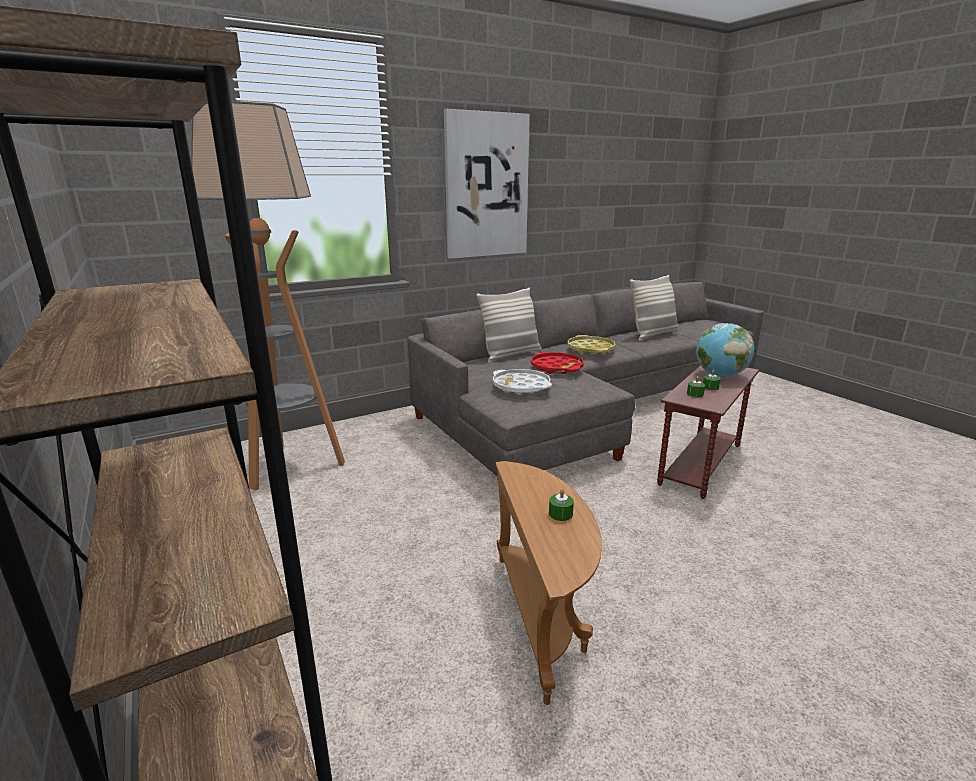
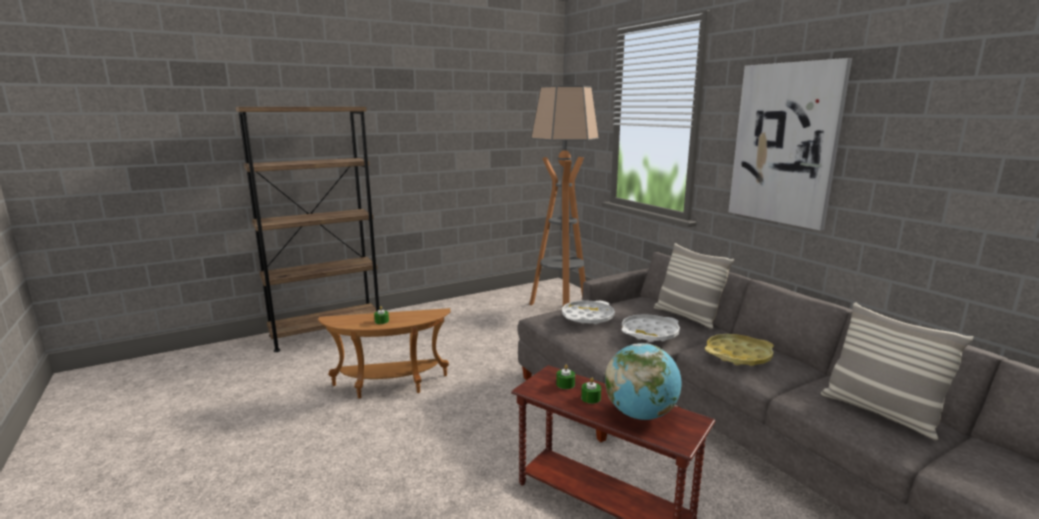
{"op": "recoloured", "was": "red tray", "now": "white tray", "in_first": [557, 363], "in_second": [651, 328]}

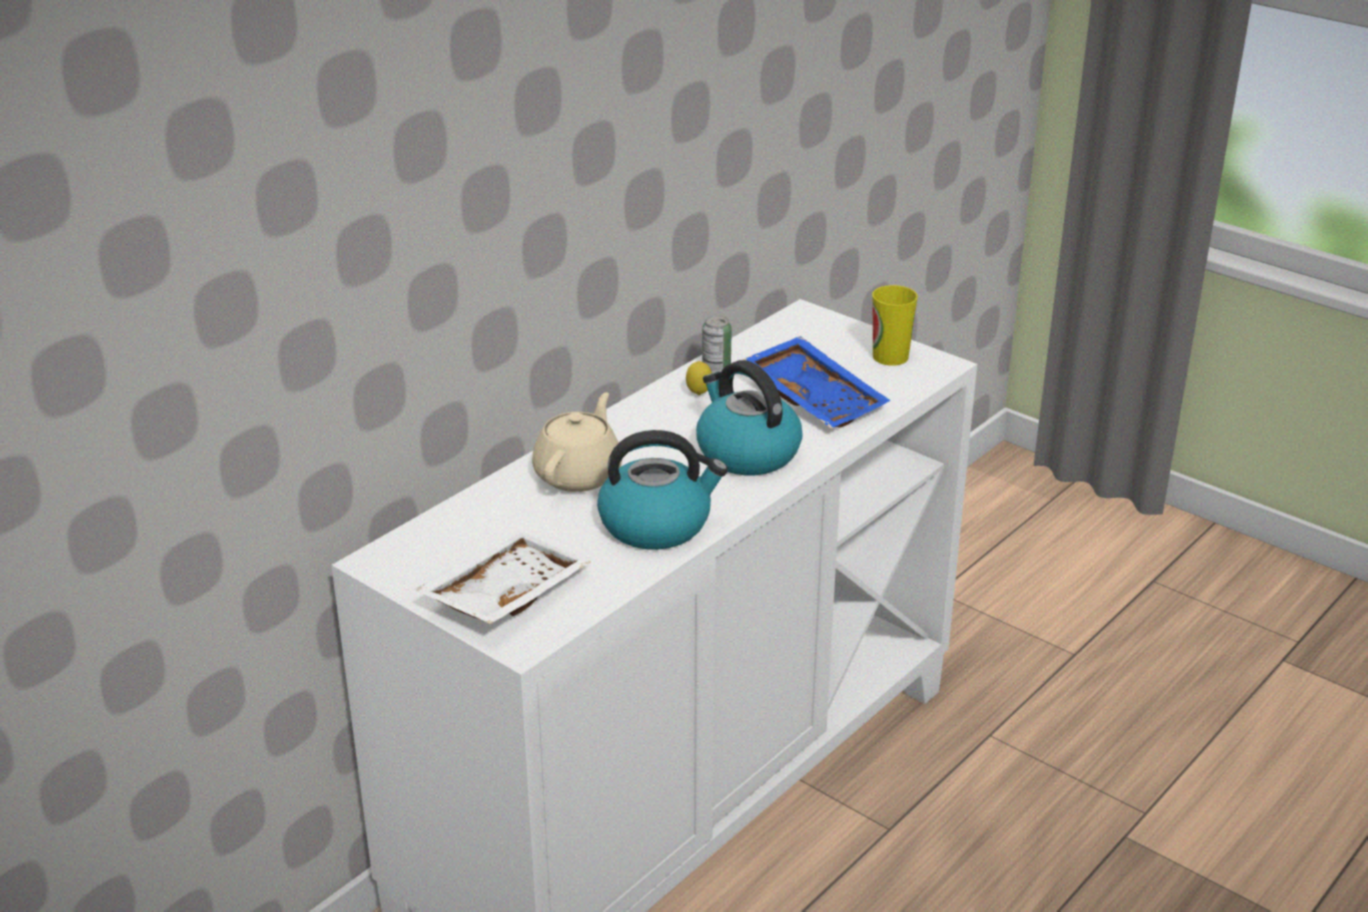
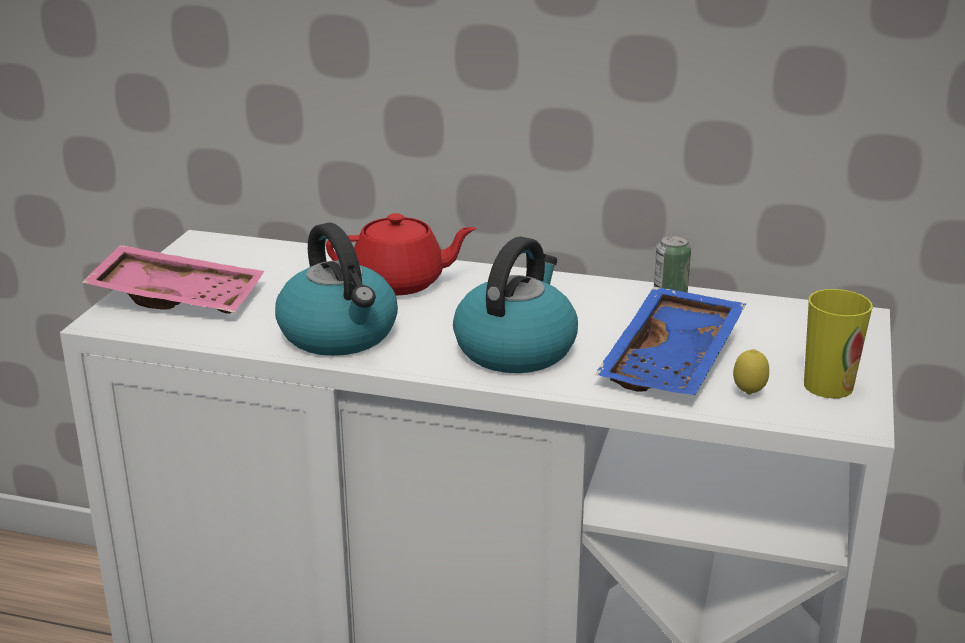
{"op": "recoloured", "was": "white tray", "now": "pink tray", "in_first": [503, 577], "in_second": [173, 279]}
{"op": "recoloured", "was": "beige teapot", "now": "red teapot", "in_first": [577, 442], "in_second": [401, 254]}
{"op": "moved", "was": "lemon", "in_first": [699, 378], "in_second": [751, 372]}

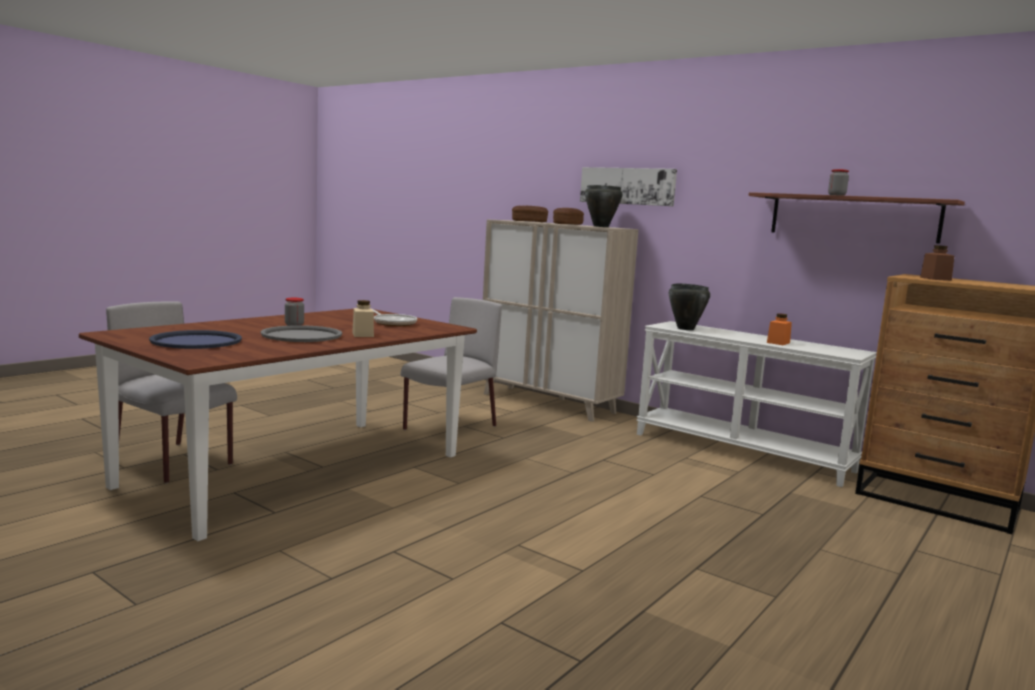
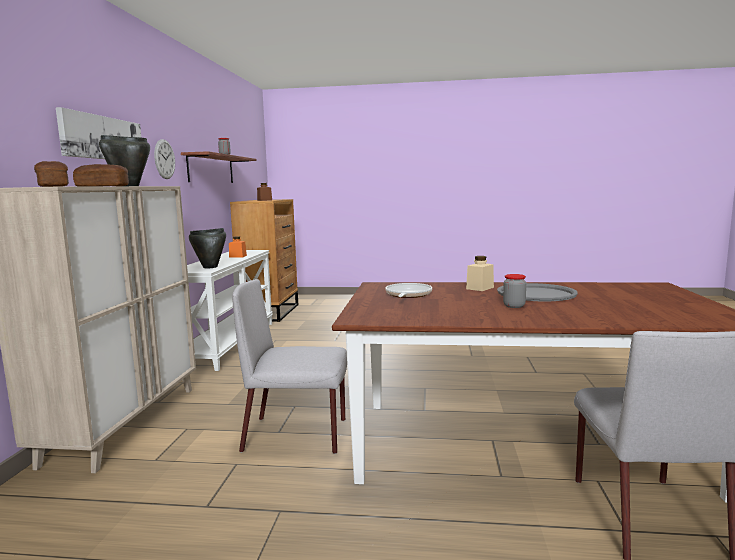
{"op": "added", "now": "wall clock", "in_second": [164, 159]}
{"op": "removed", "was": "blue tray", "in_first": [195, 339]}

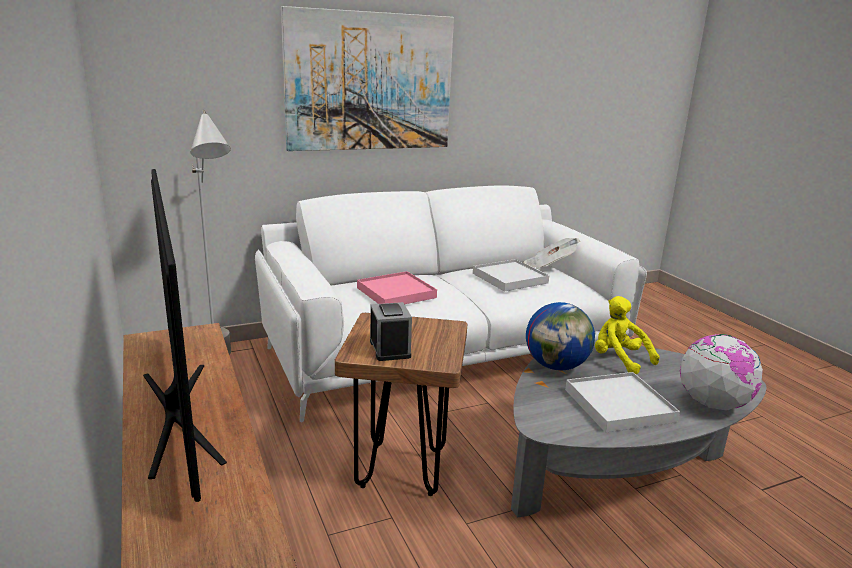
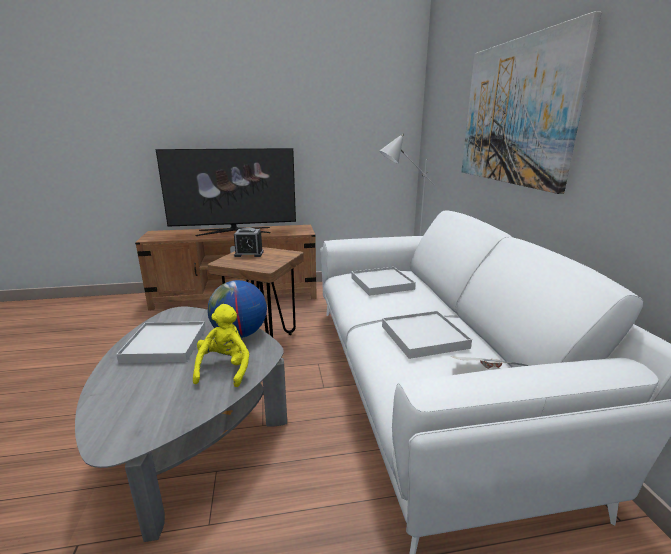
{"op": "turned", "was": "yellow plush toy", "in_first": [627, 335], "in_second": [221, 345], "clockwise": -60}
{"op": "recoloured", "was": "pink tray", "now": "white tray", "in_first": [397, 287], "in_second": [383, 281]}
{"op": "removed", "was": "globe", "in_first": [721, 372]}

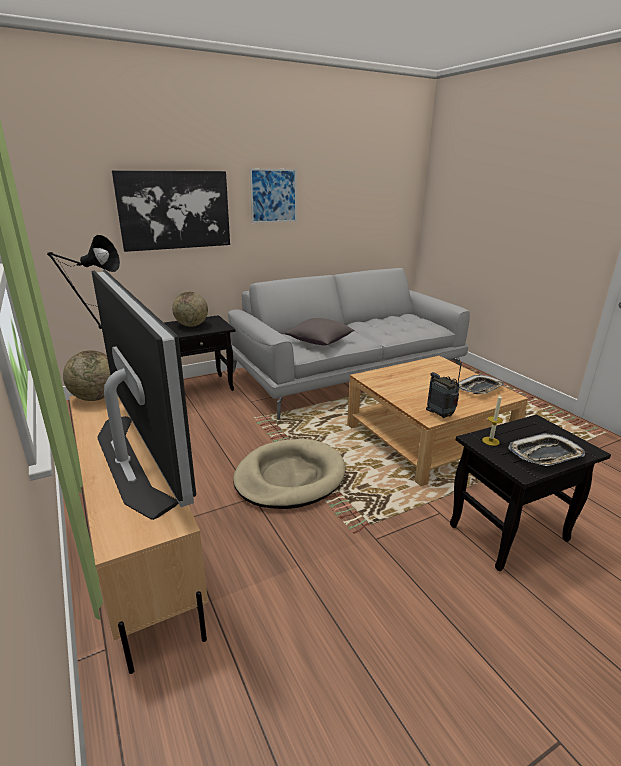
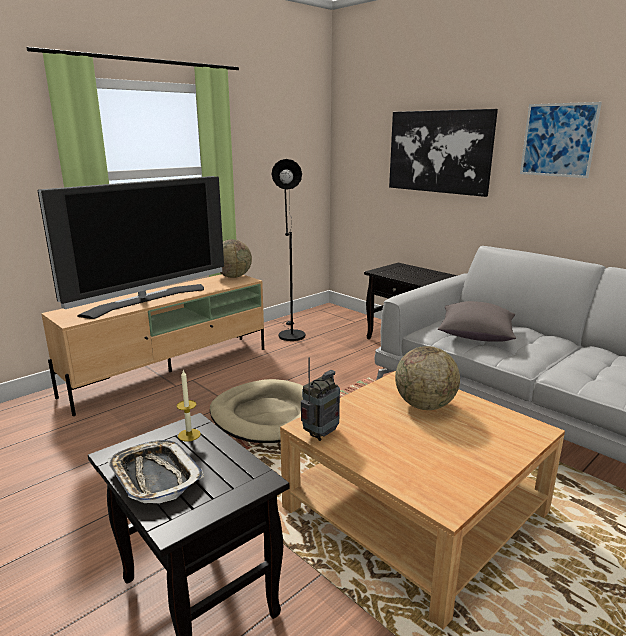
{"op": "moved", "was": "globe", "in_first": [190, 309], "in_second": [427, 378]}
{"op": "removed", "was": "tray", "in_first": [481, 384]}

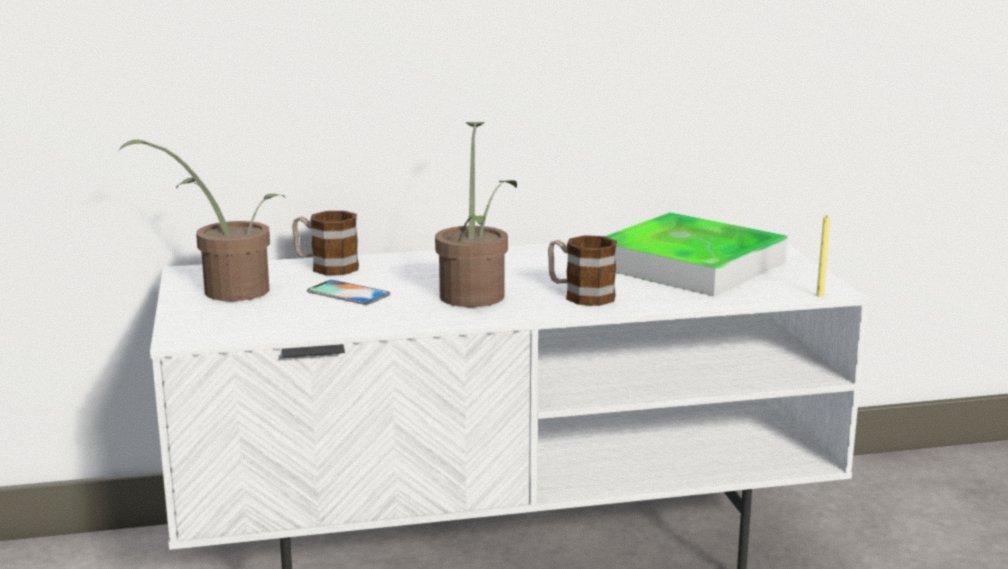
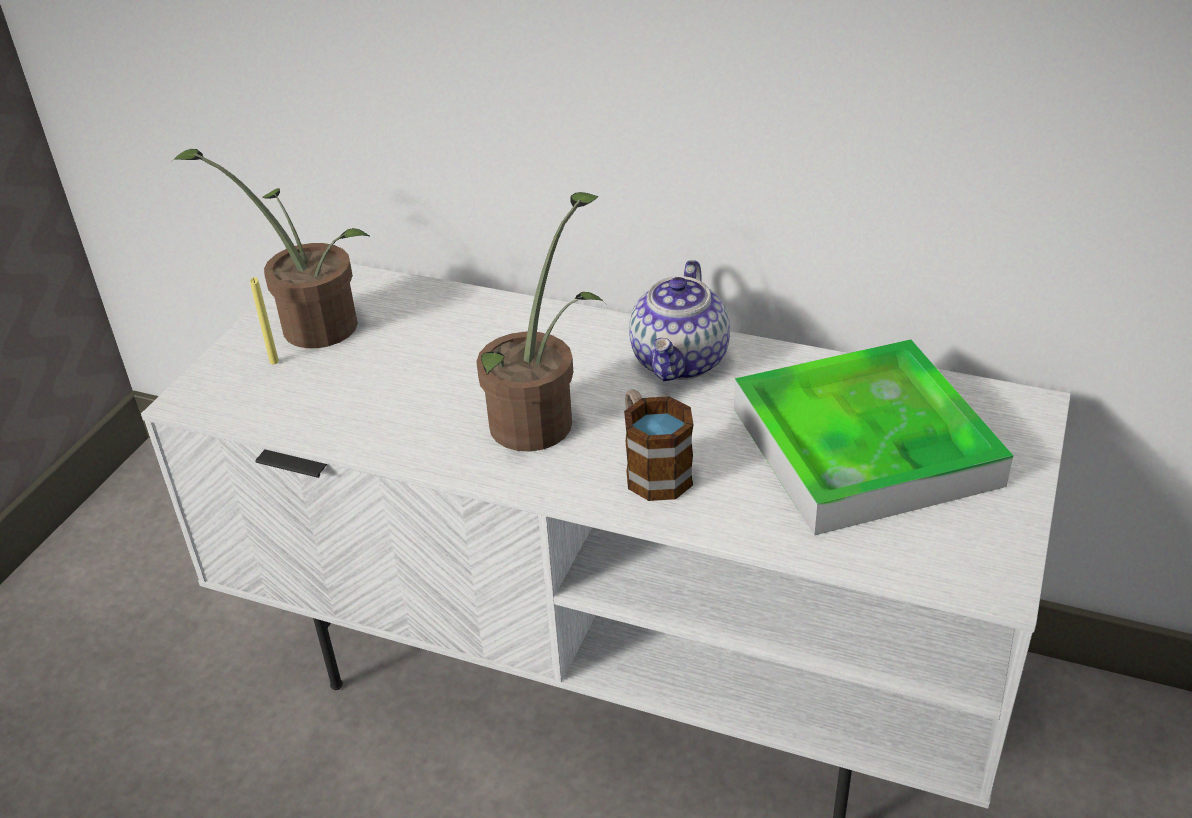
{"op": "moved", "was": "yellow candle", "in_first": [823, 256], "in_second": [264, 320]}
{"op": "added", "now": "teapot", "in_second": [679, 320]}
{"op": "removed", "was": "mug", "in_first": [325, 243]}
{"op": "removed", "was": "phone", "in_first": [348, 292]}

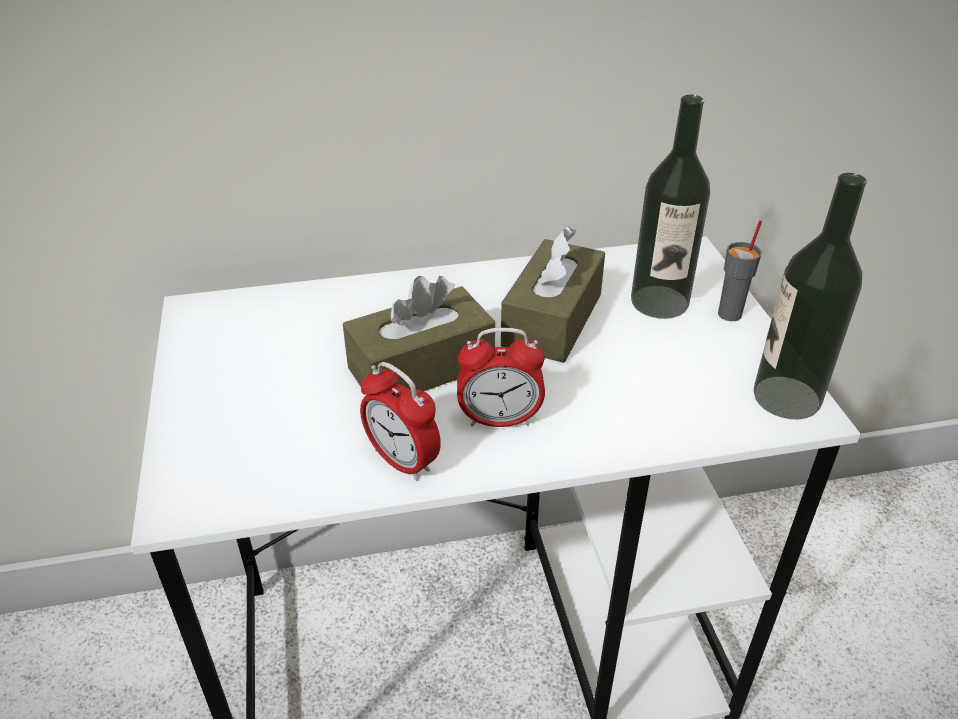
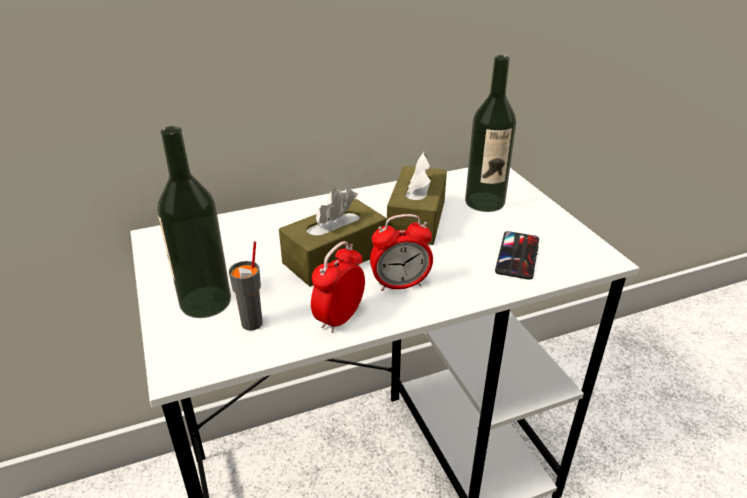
{"op": "moved", "was": "bottle", "in_first": [810, 296], "in_second": [194, 222]}
{"op": "moved", "was": "grey cup", "in_first": [740, 270], "in_second": [246, 286]}
{"op": "turned", "was": "alarm clock", "in_first": [400, 421], "in_second": [338, 287], "clockwise": 90}
{"op": "added", "now": "phone", "in_second": [517, 255]}

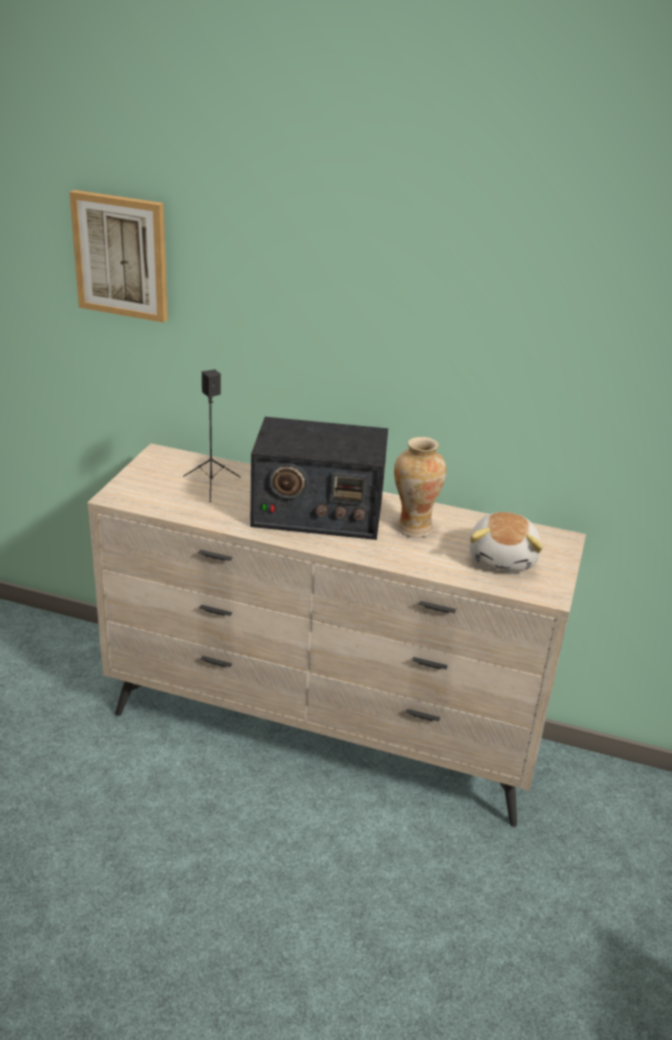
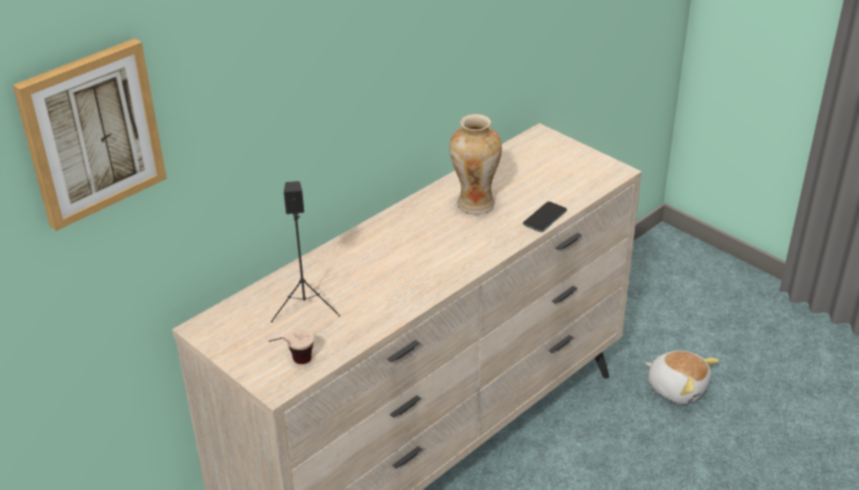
{"op": "added", "now": "cup", "in_second": [291, 347]}
{"op": "added", "now": "phone", "in_second": [545, 217]}
{"op": "moved", "was": "plush toy", "in_first": [506, 542], "in_second": [682, 377]}
{"op": "removed", "was": "radio", "in_first": [319, 478]}

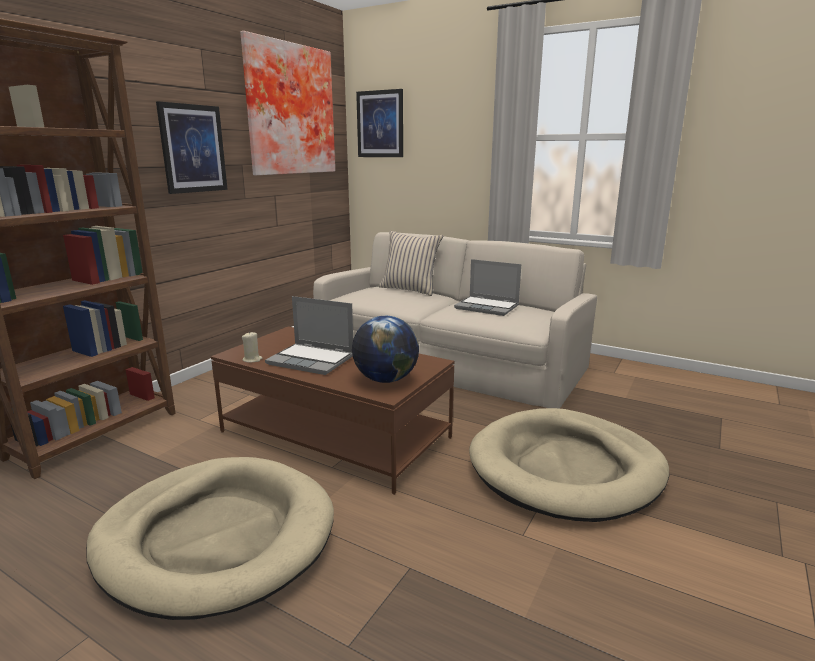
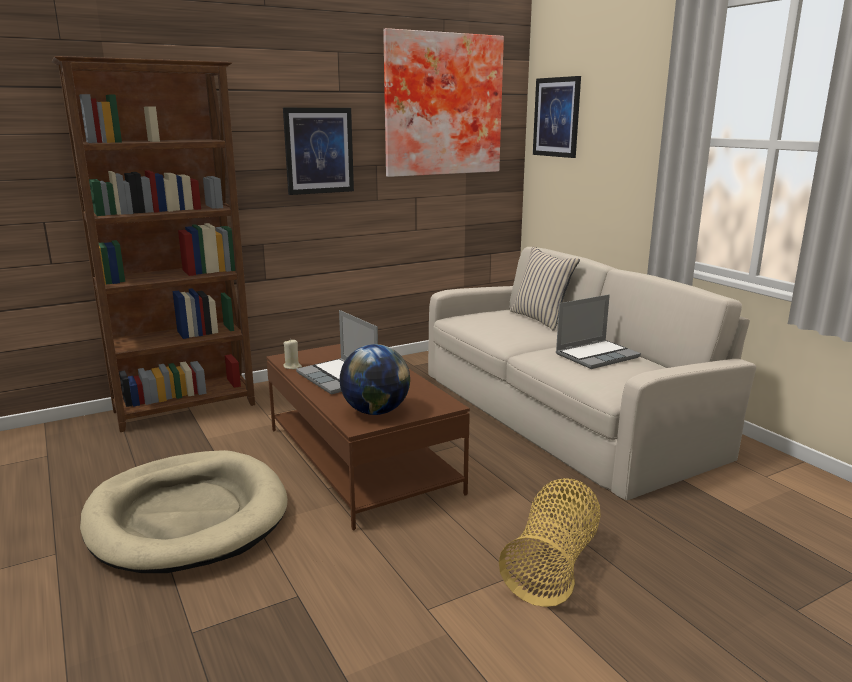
{"op": "replaced", "was": "beige dog bed", "now": "basket", "in_first": [569, 465], "in_second": [550, 542]}
{"op": "turned", "was": "laptop", "in_first": [487, 287], "in_second": [598, 332], "clockwise": -90}

